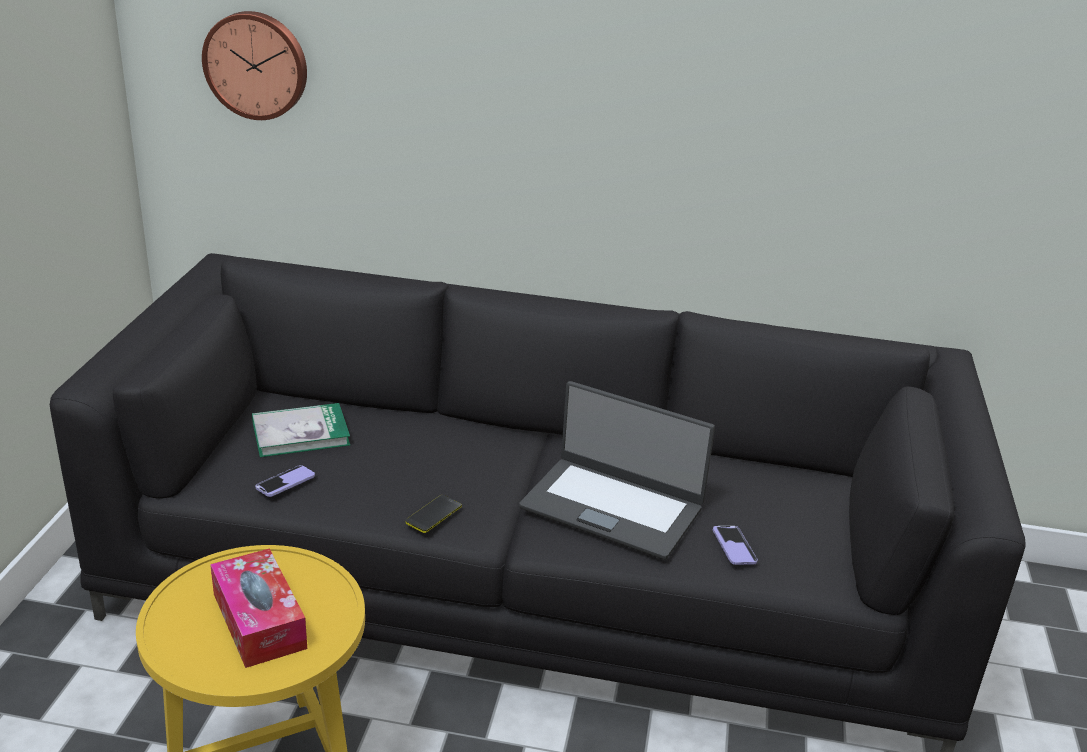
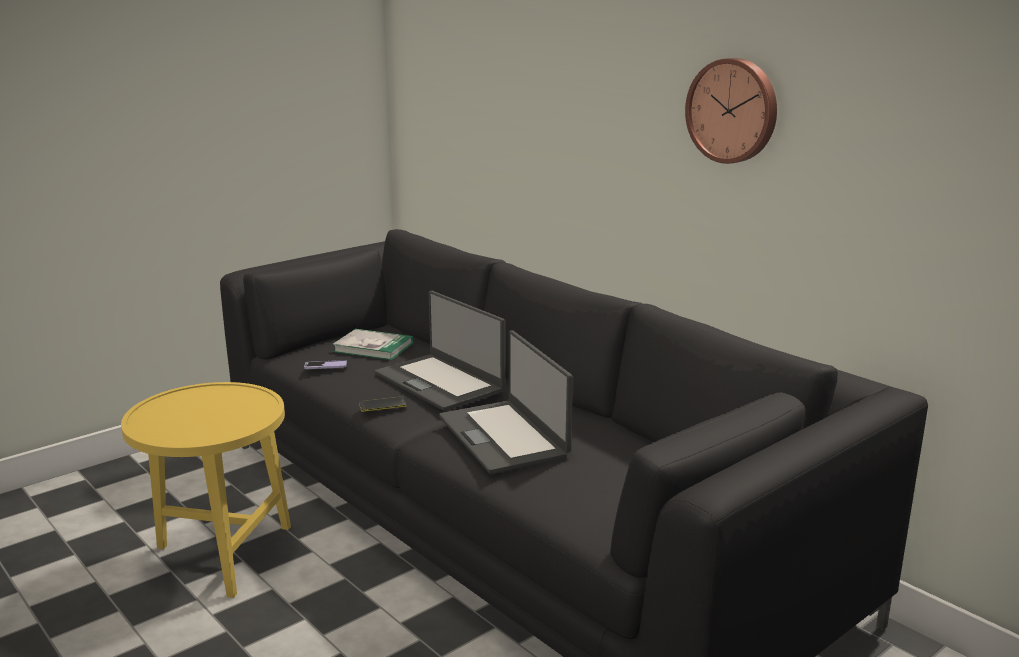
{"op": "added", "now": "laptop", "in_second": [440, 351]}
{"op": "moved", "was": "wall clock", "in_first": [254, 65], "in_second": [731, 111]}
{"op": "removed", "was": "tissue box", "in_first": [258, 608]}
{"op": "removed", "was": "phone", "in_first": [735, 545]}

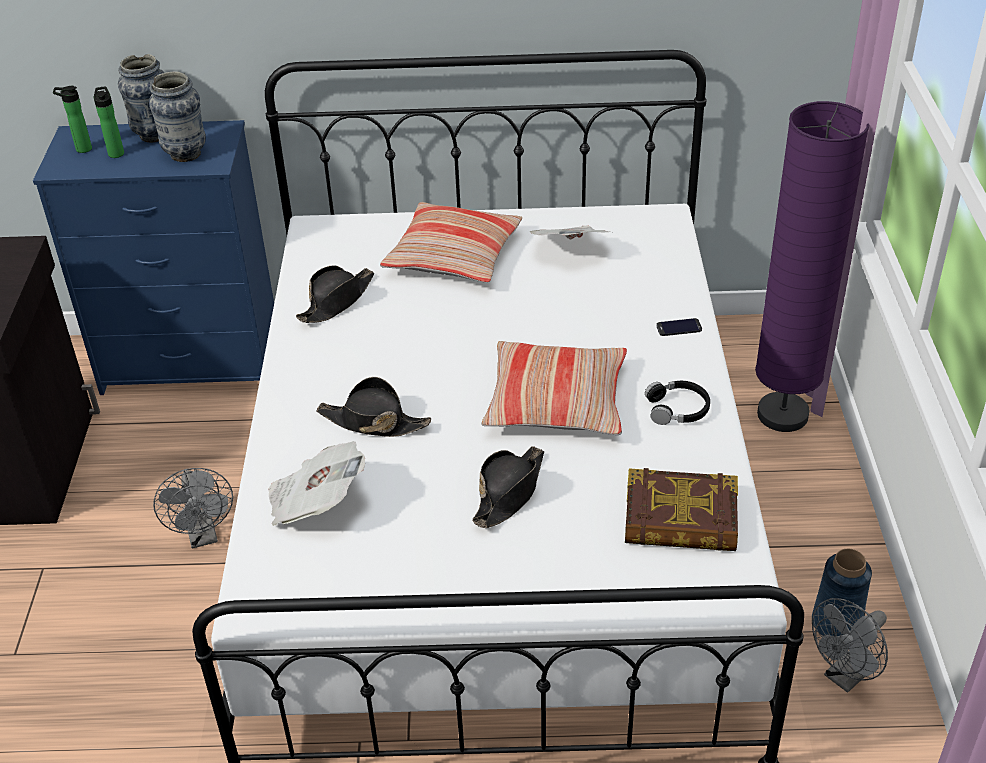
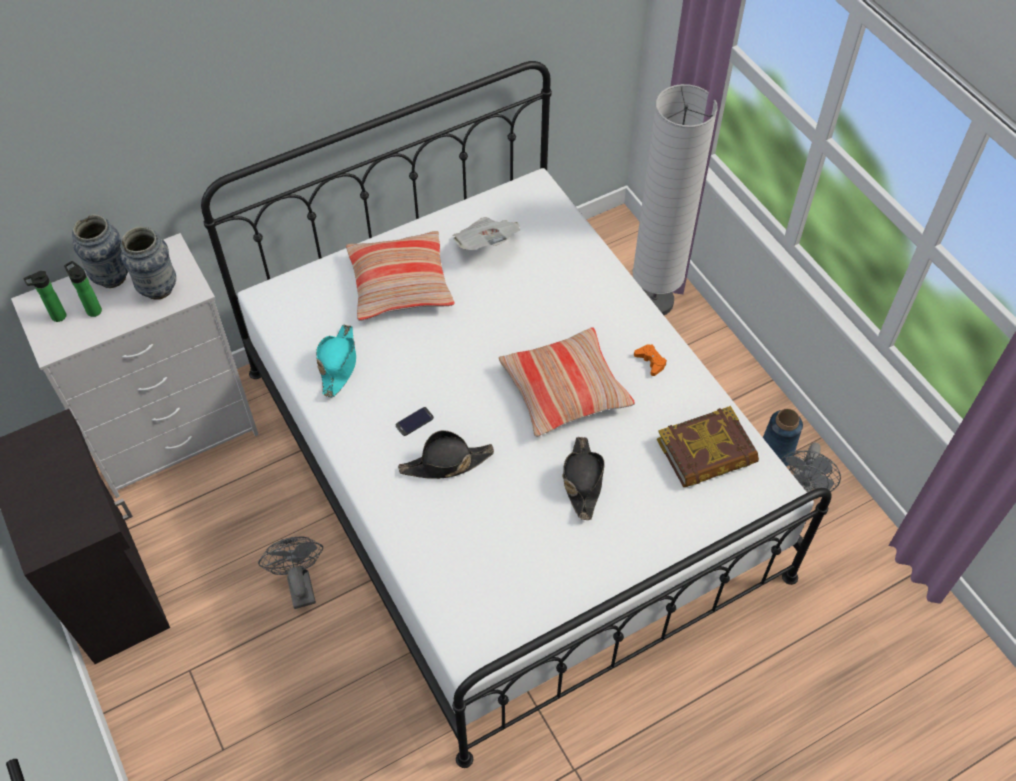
{"op": "recoloured", "was": "blue dresser", "now": "white dresser", "in_first": [153, 257], "in_second": [135, 365]}
{"op": "turned", "was": "grey fan", "in_first": [193, 508], "in_second": [290, 573], "clockwise": -150}
{"op": "recoloured", "was": "black hat", "now": "turquoise hat", "in_first": [335, 294], "in_second": [336, 361]}
{"op": "moved", "was": "phone", "in_first": [679, 327], "in_second": [415, 421]}
{"op": "recoloured", "was": "purple floor lamp", "now": "white floor lamp", "in_first": [812, 266], "in_second": [675, 199]}
{"op": "replaced", "was": "black headphones", "now": "orange game controller", "in_first": [677, 403], "in_second": [650, 360]}
{"op": "removed", "was": "newspaper", "in_first": [316, 483]}

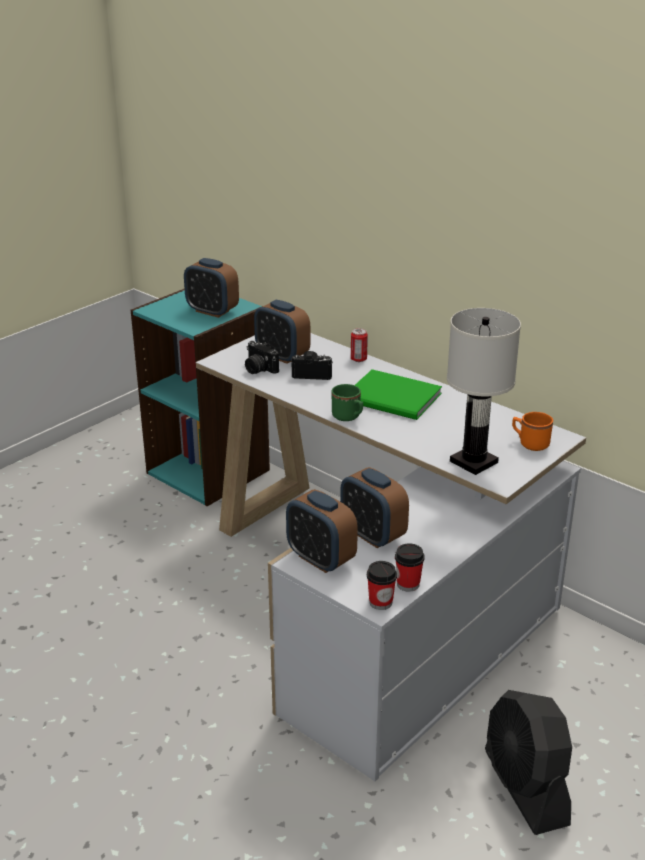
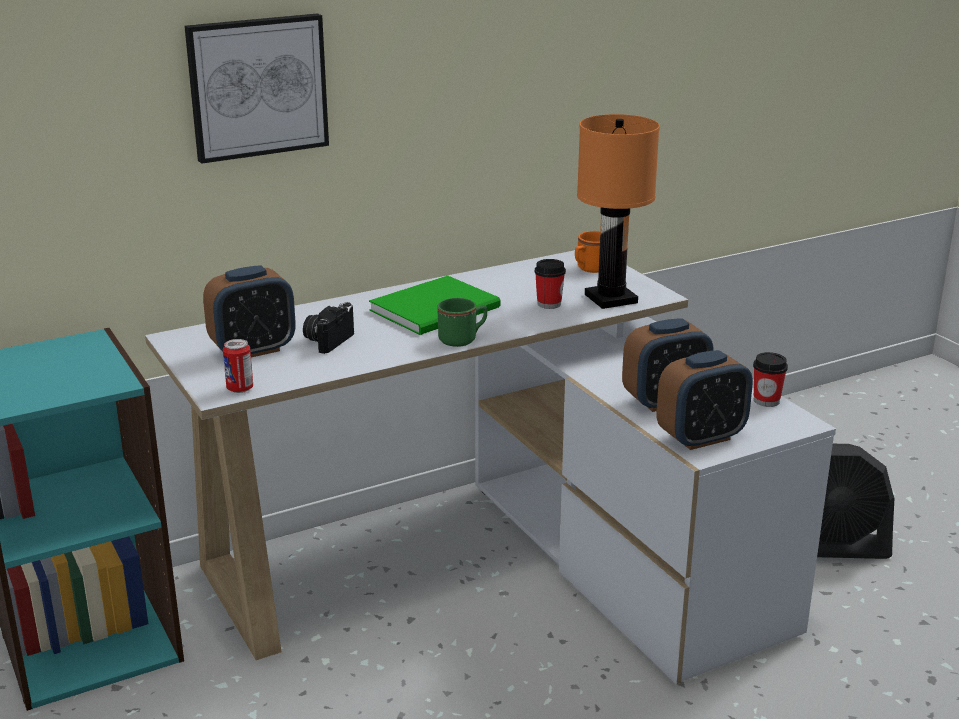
{"op": "added", "now": "picture", "in_second": [256, 88]}
{"op": "moved", "was": "can", "in_first": [359, 345], "in_second": [238, 366]}
{"op": "moved", "was": "cup", "in_first": [382, 585], "in_second": [550, 284]}
{"op": "recoloured", "was": "white table lamp", "now": "orange table lamp", "in_first": [484, 391], "in_second": [618, 211]}
{"op": "removed", "was": "alarm clock", "in_first": [211, 288]}
{"op": "removed", "was": "photo camera", "in_first": [262, 357]}

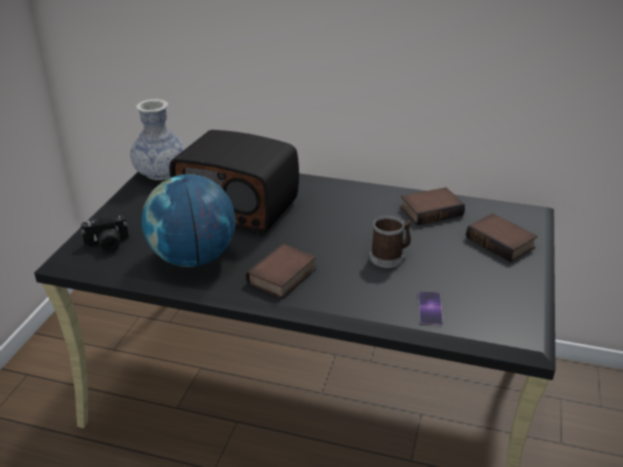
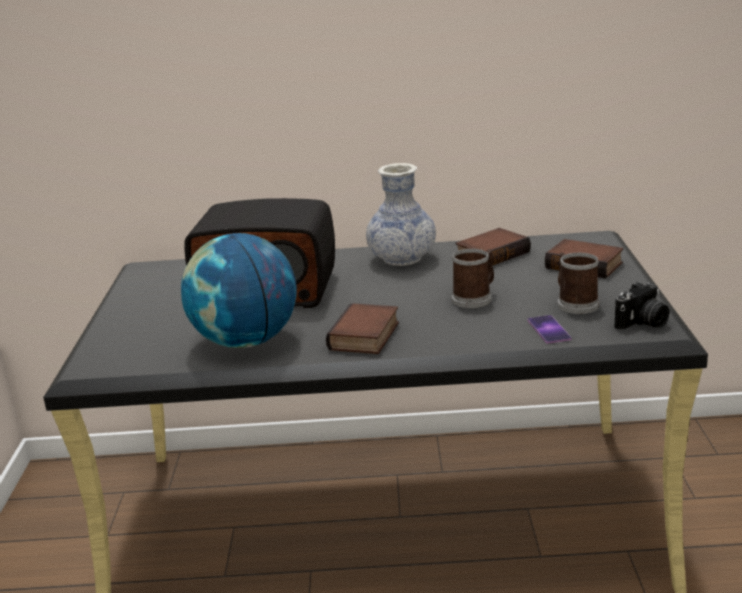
{"op": "moved", "was": "vase", "in_first": [158, 139], "in_second": [401, 214]}
{"op": "added", "now": "mug", "in_second": [578, 283]}
{"op": "moved", "was": "photo camera", "in_first": [105, 233], "in_second": [641, 305]}

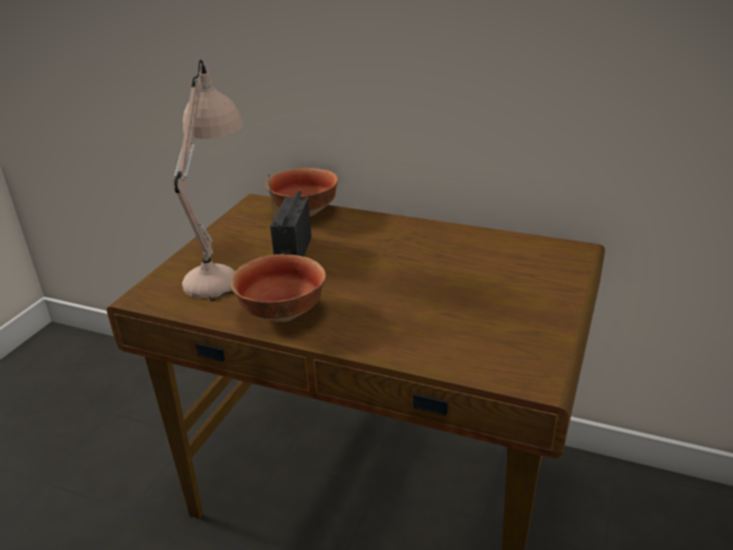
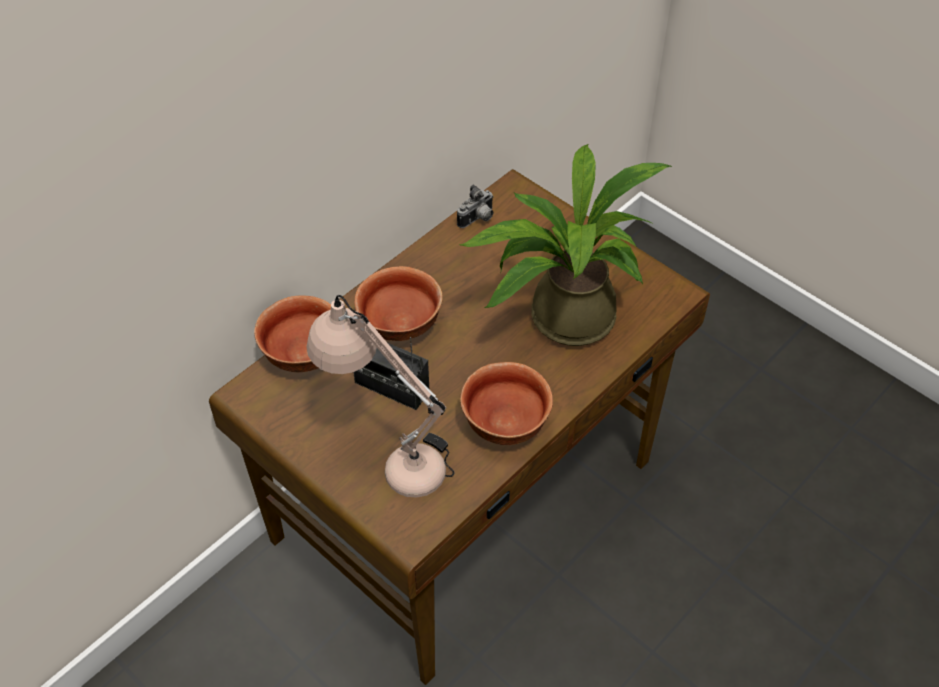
{"op": "added", "now": "bowl", "in_second": [398, 303]}
{"op": "added", "now": "photo camera", "in_second": [475, 206]}
{"op": "added", "now": "potted plant", "in_second": [565, 245]}

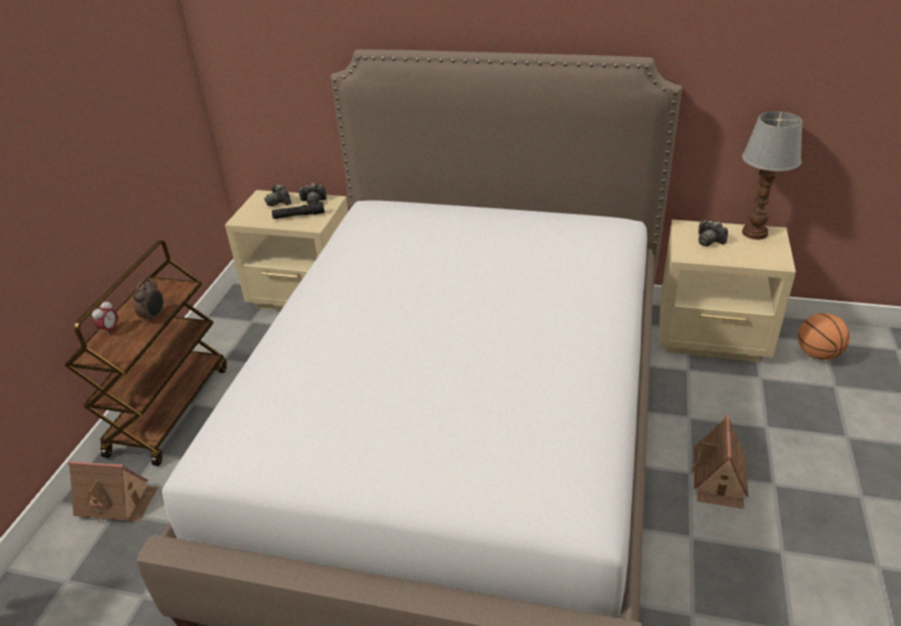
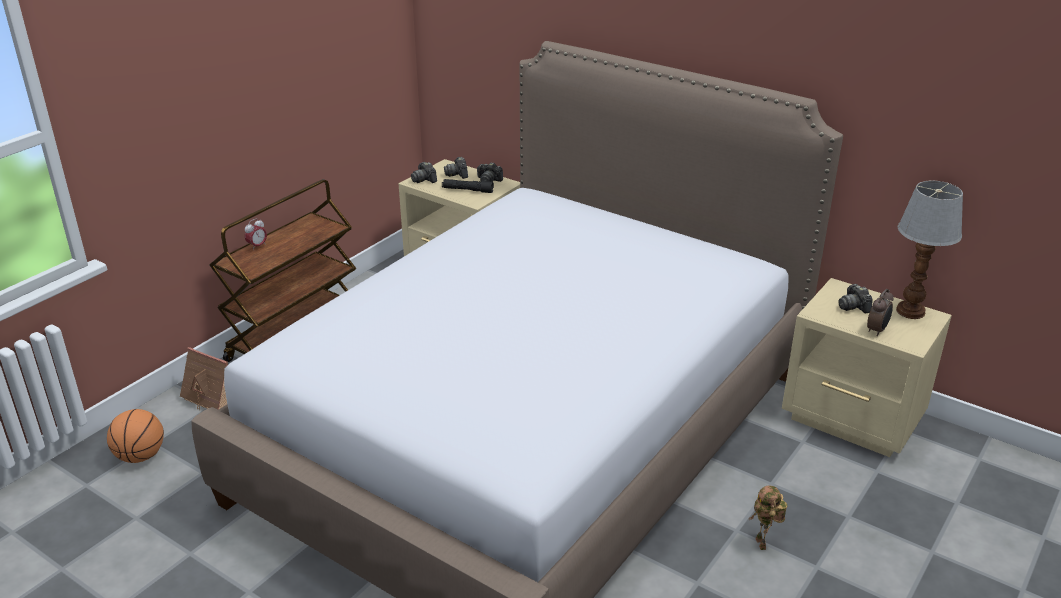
{"op": "moved", "was": "basketball", "in_first": [824, 336], "in_second": [135, 436]}
{"op": "added", "now": "photo camera", "in_second": [424, 172]}
{"op": "replaced", "was": "toy house", "now": "toy robot", "in_first": [720, 462], "in_second": [768, 518]}
{"op": "moved", "was": "alarm clock", "in_first": [148, 300], "in_second": [880, 312]}

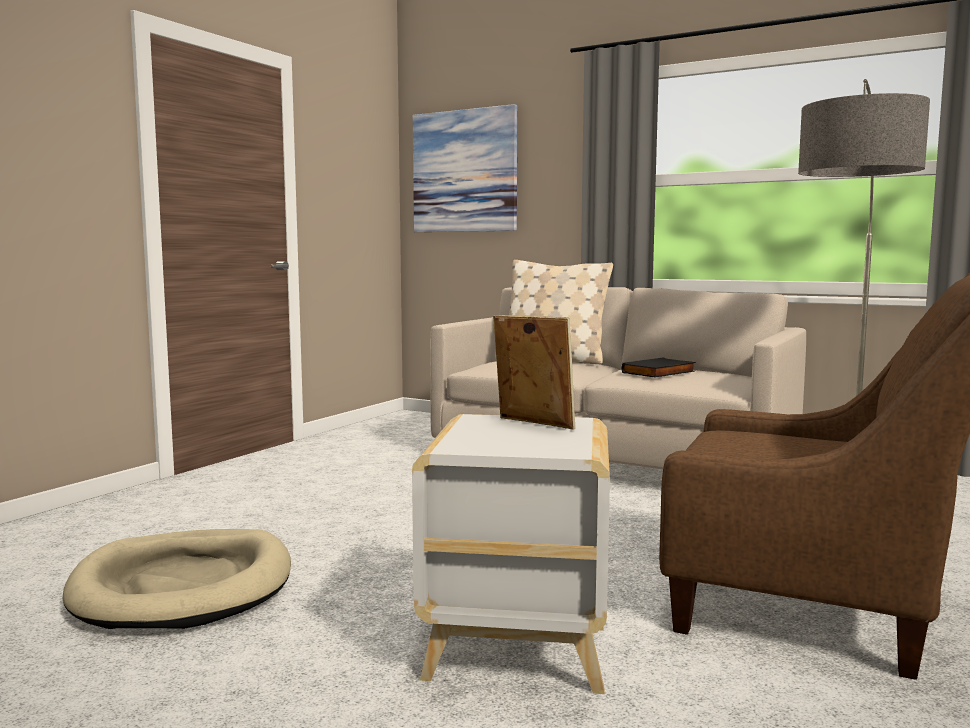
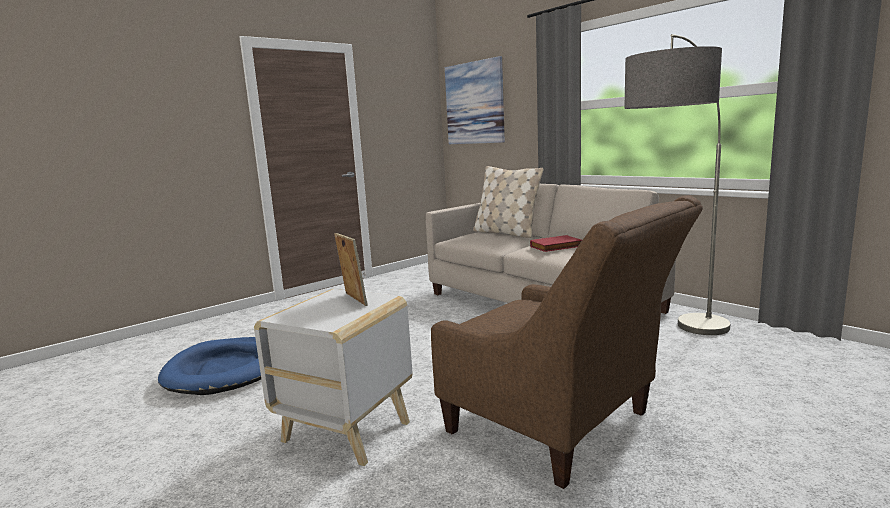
{"op": "recoloured", "was": "beige dog bed", "now": "blue dog bed", "in_first": [177, 579], "in_second": [209, 366]}
{"op": "recoloured", "was": "black book", "now": "red book", "in_first": [658, 367], "in_second": [556, 243]}

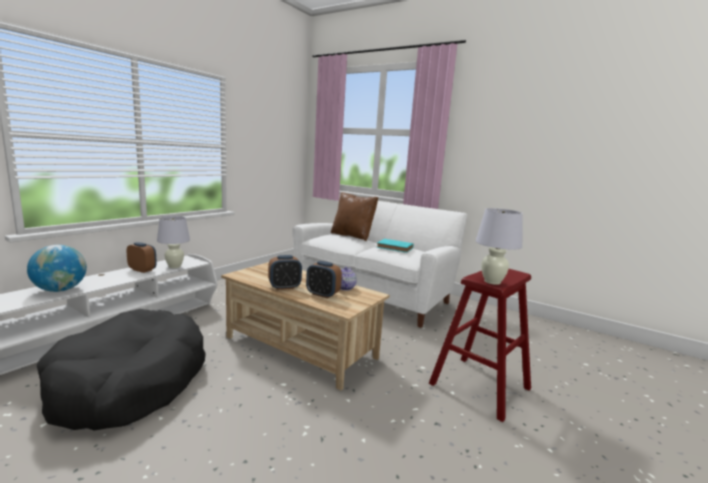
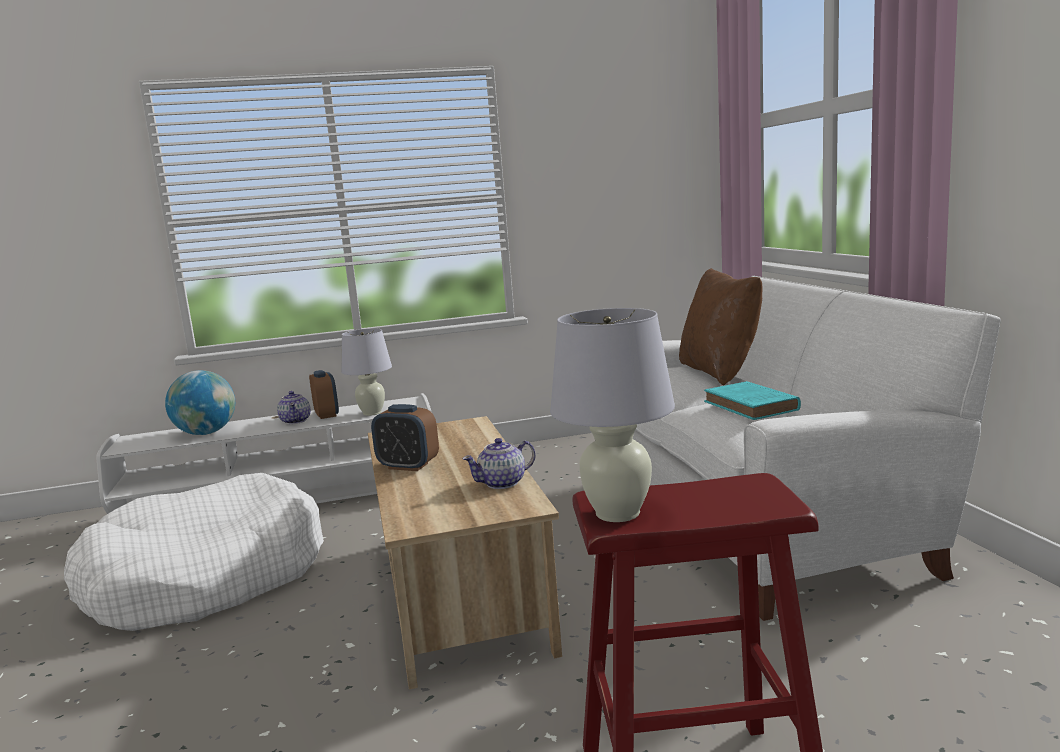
{"op": "recoloured", "was": "black dog bed", "now": "white dog bed", "in_first": [121, 370], "in_second": [194, 552]}
{"op": "added", "now": "teapot", "in_second": [294, 407]}
{"op": "removed", "was": "alarm clock", "in_first": [324, 280]}

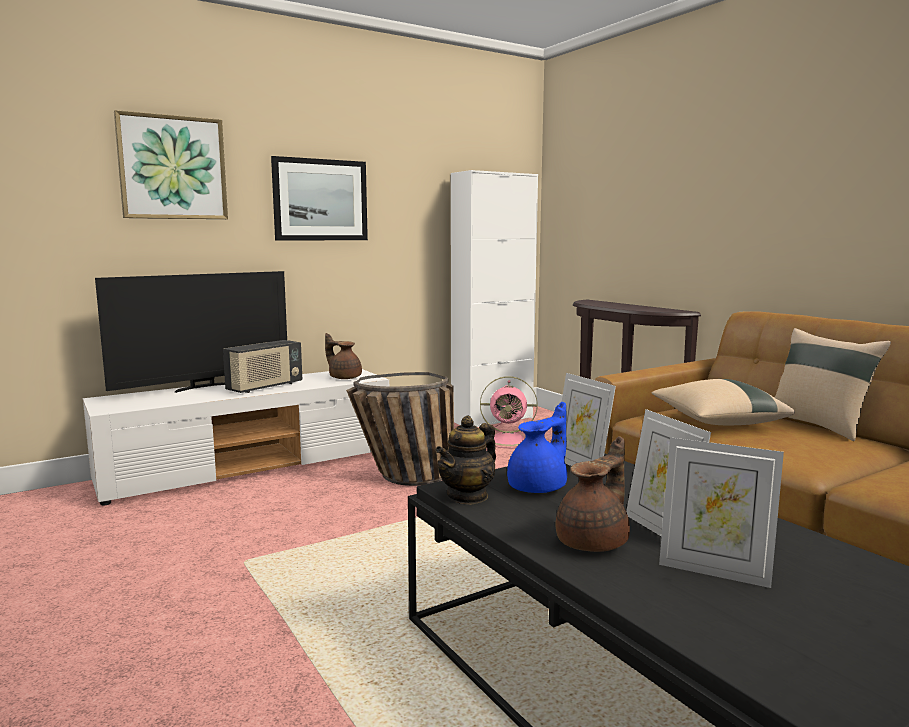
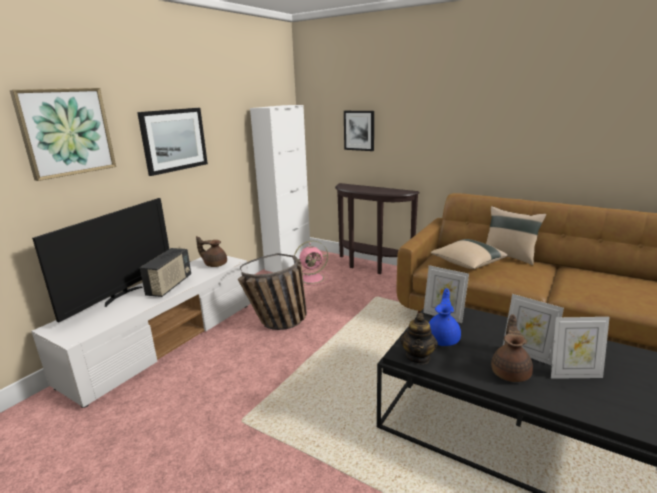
{"op": "added", "now": "picture", "in_second": [359, 131]}

